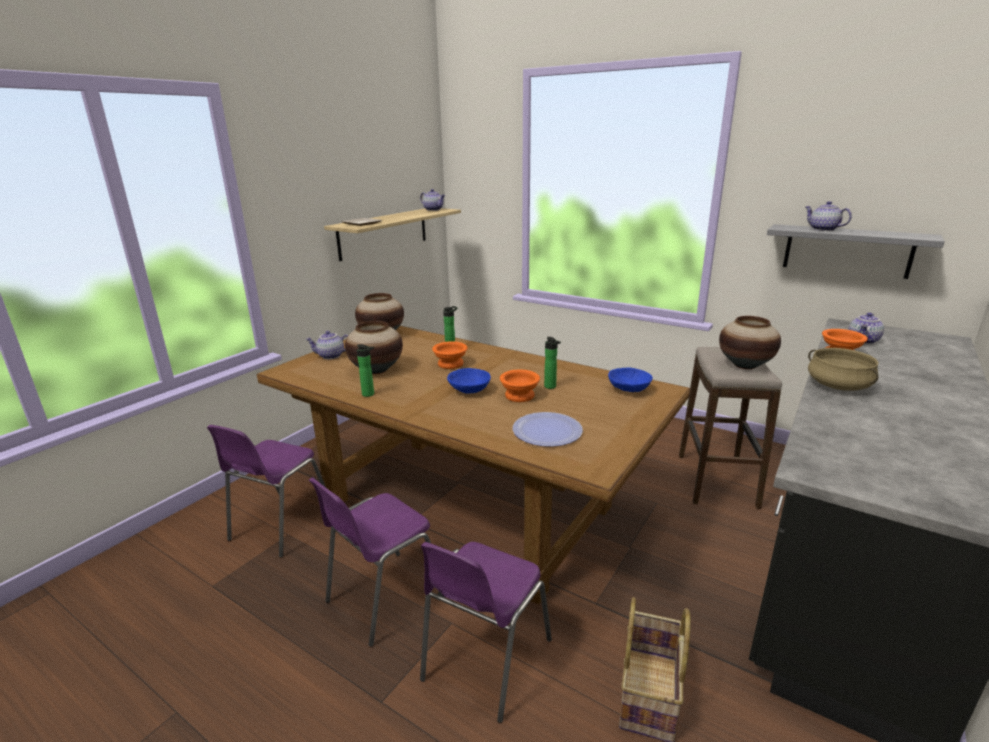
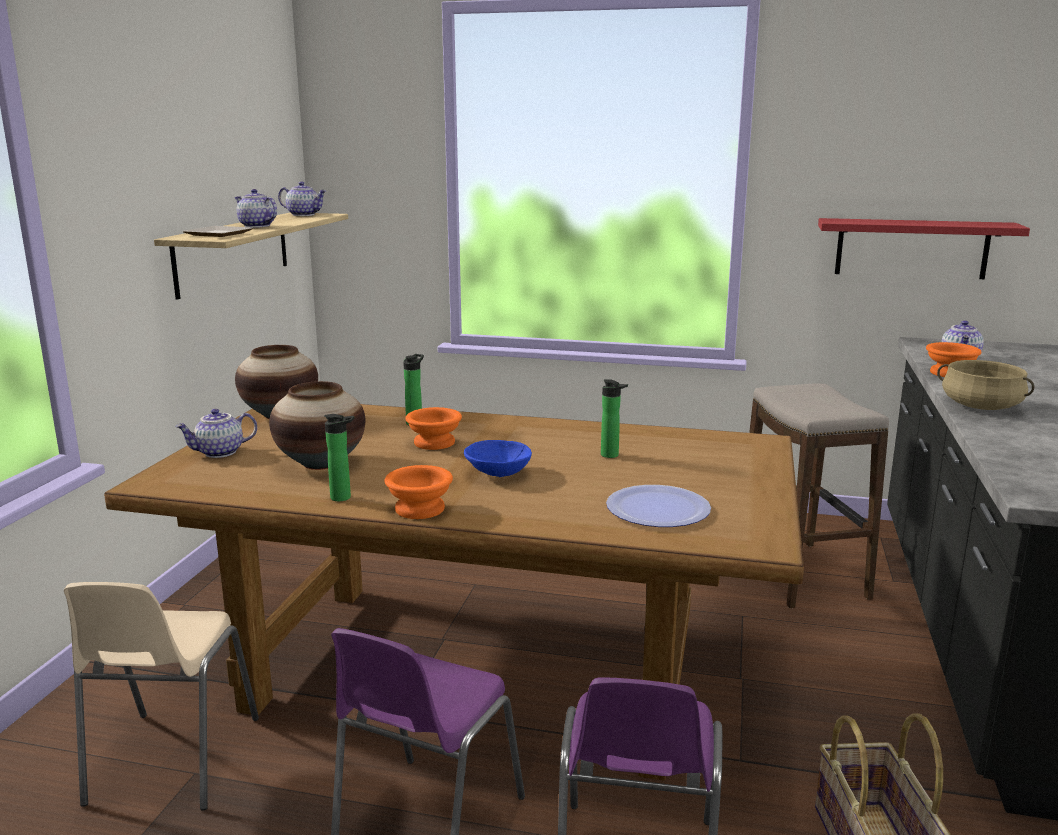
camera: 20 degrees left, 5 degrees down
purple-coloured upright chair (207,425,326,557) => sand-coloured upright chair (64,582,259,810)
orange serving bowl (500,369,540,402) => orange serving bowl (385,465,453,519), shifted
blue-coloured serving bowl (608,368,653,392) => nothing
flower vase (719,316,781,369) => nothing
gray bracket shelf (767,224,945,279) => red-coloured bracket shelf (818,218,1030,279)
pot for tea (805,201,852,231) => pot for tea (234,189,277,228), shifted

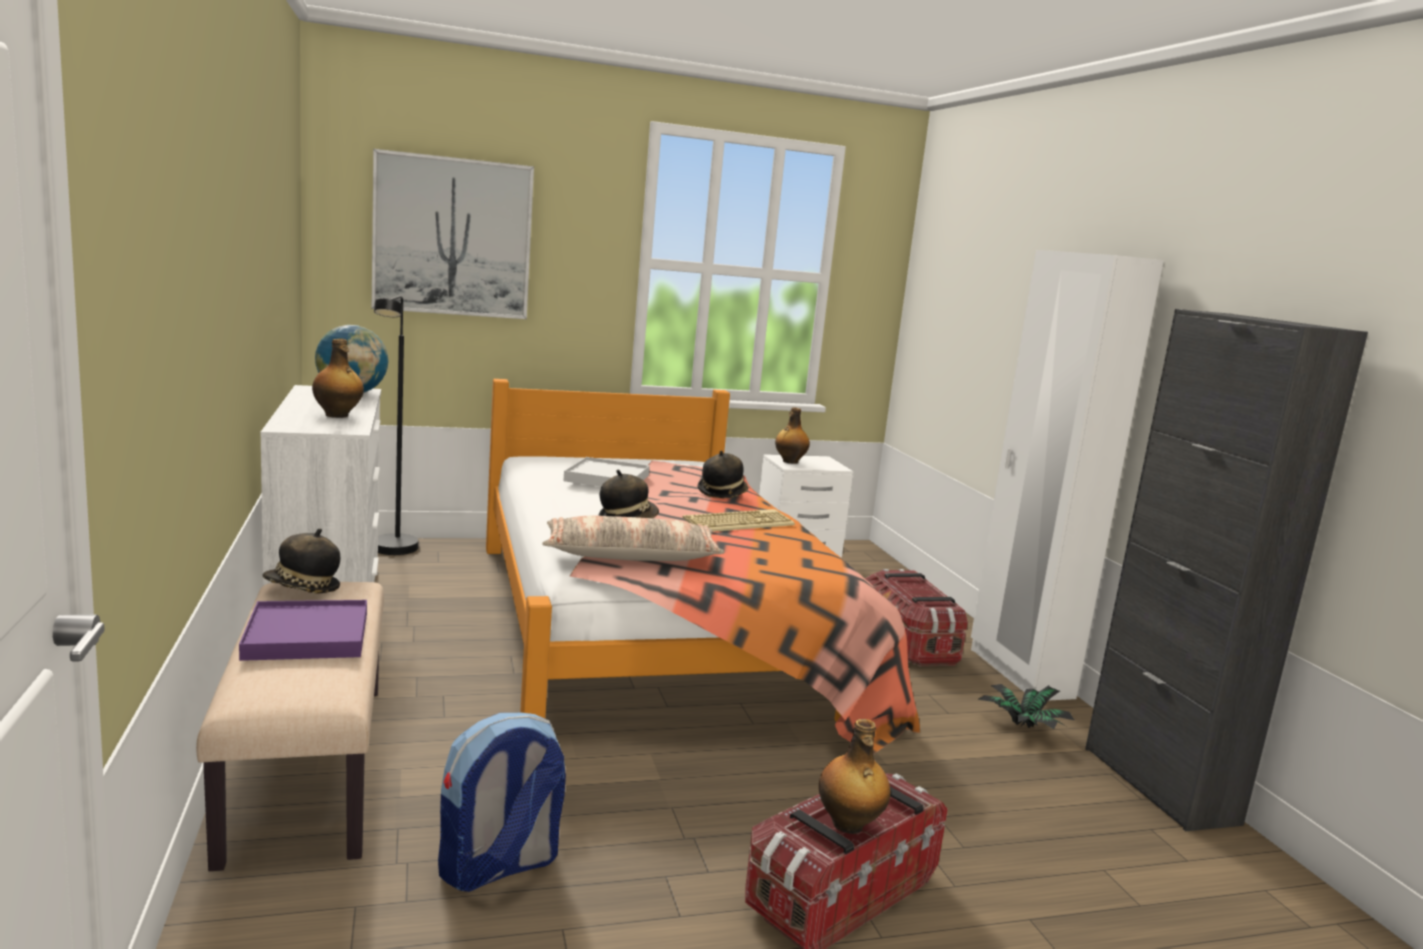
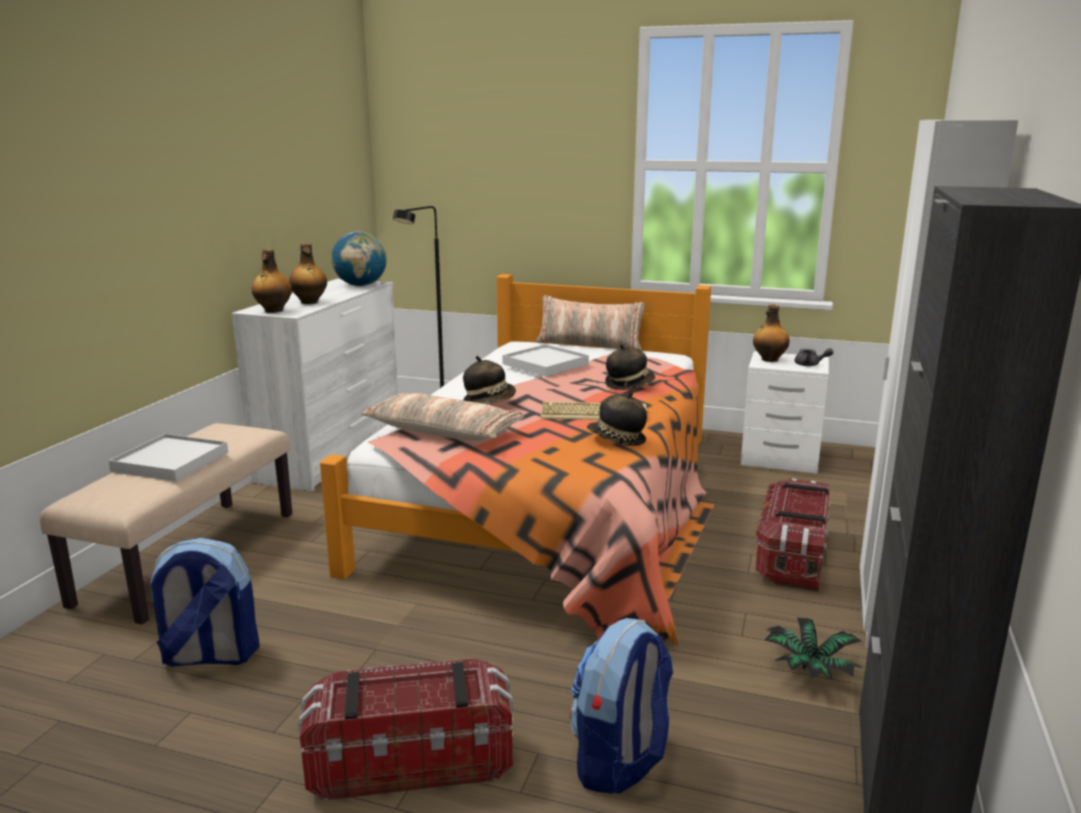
camera: 35 degrees right, 5 degrees up
purple-coloured tray (239,600,367,661) => white-coloured tray (108,434,228,482)
hat (262,528,340,594) => hat (587,392,647,446), shifted
picture (372,149,534,319) => nothing
beverage bottle (819,719,891,834) => beverage bottle (252,249,292,313), shifted
nothing => pillow (536,295,645,351)
nothing => knapsack (570,618,673,794)
nothing => gray pot for tea (795,348,833,366)

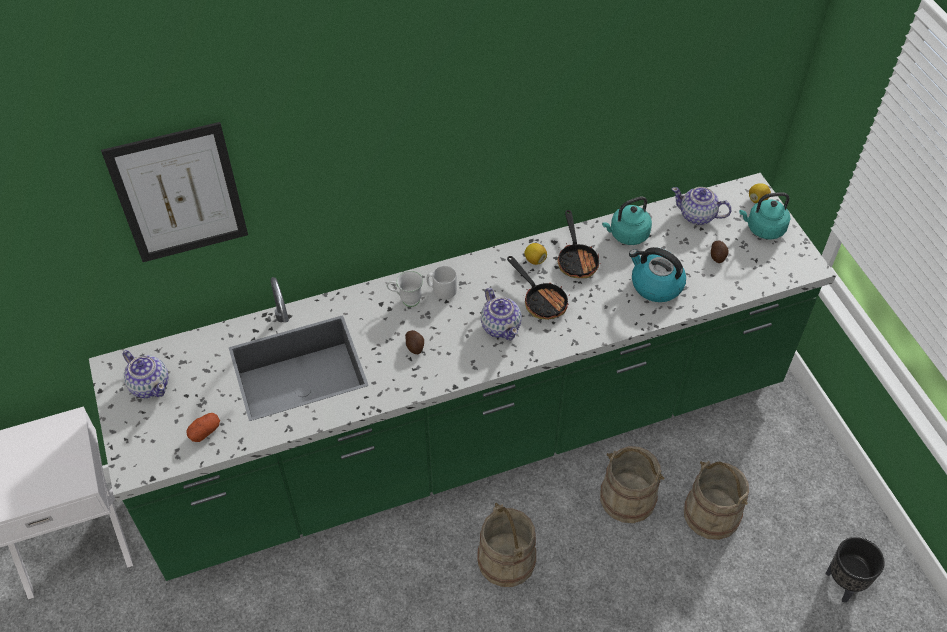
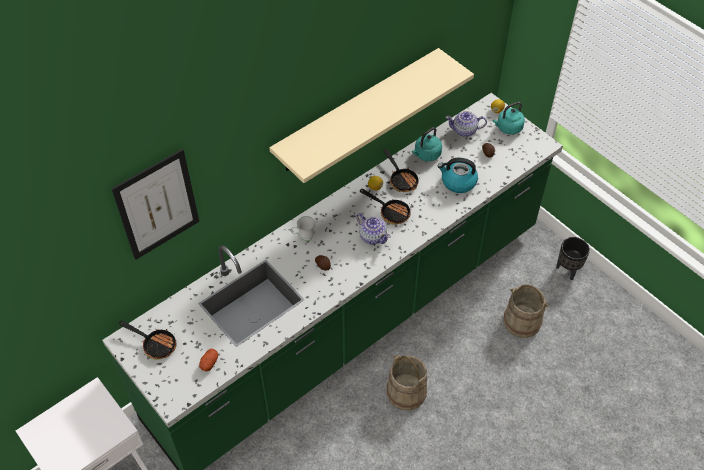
camera: 20 degrees left, 0 degrees up
pot for tea (122,350,169,398) => frying pan (119,321,176,360)
gray tea mug (427,266,457,299) => nothing
sand-coloured pail (600,446,665,523) => nothing
blackish plant pot (825,537,885,603) => blackish plant pot (556,237,590,280), shifted
nothing => sand-coloured bracket shelf (269,48,474,183)

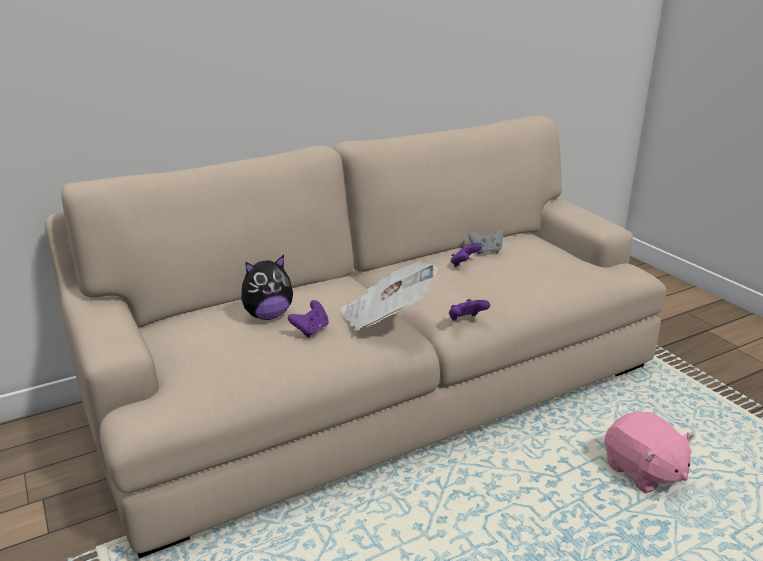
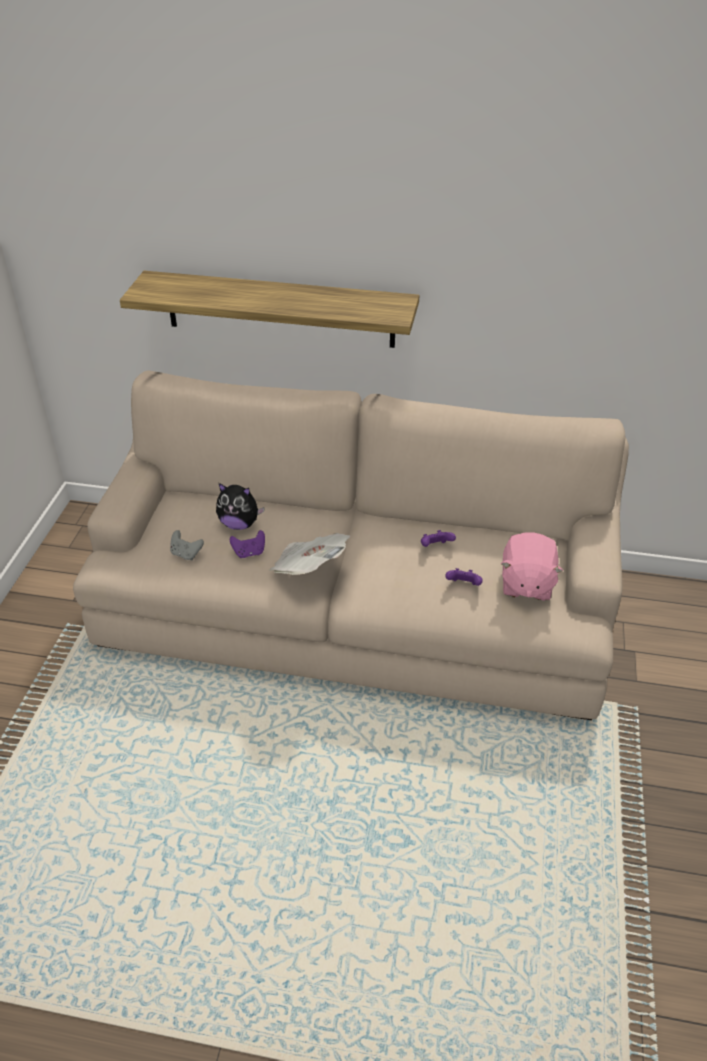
camera: 40 degrees right, 15 degrees up
purple-coloured gamepad (449,299,490,321) => purple-coloured gamepad (445,568,483,586), shifted
gray gamepad (468,230,503,254) => gray gamepad (170,530,204,560), shifted
pink soft toy (605,411,694,493) => pink soft toy (501,532,563,601), shifted
nothing => bracket shelf (120,271,419,348)

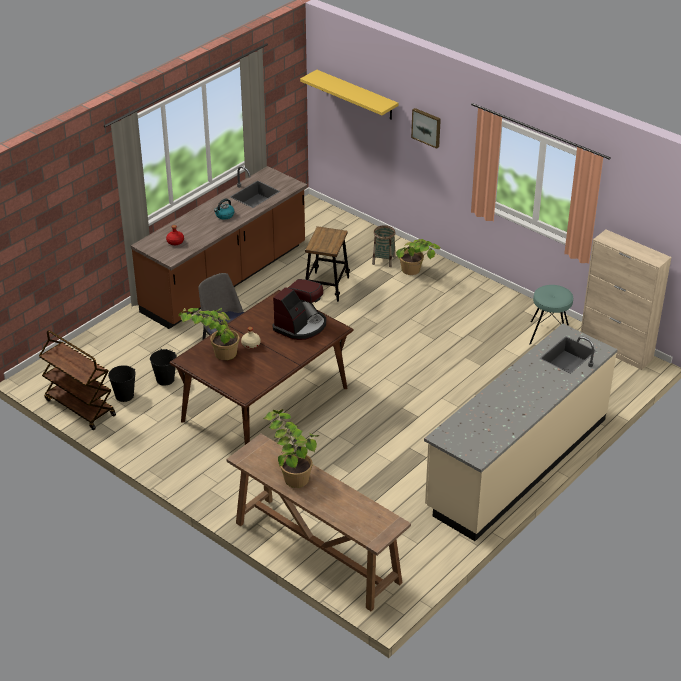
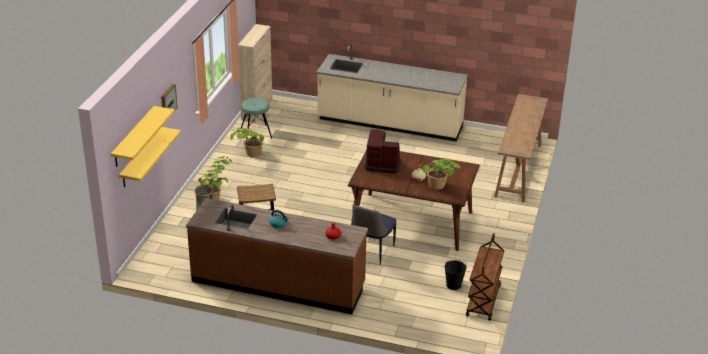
camera: 115 degrees left, 5 degrees down
blackish pail (150,348,177,386) => nothing
plant in a pot (263,409,319,488) => plant in a pot (230,127,264,157), shifted
nothing => yellow-coloured bracket shelf (119,127,181,188)

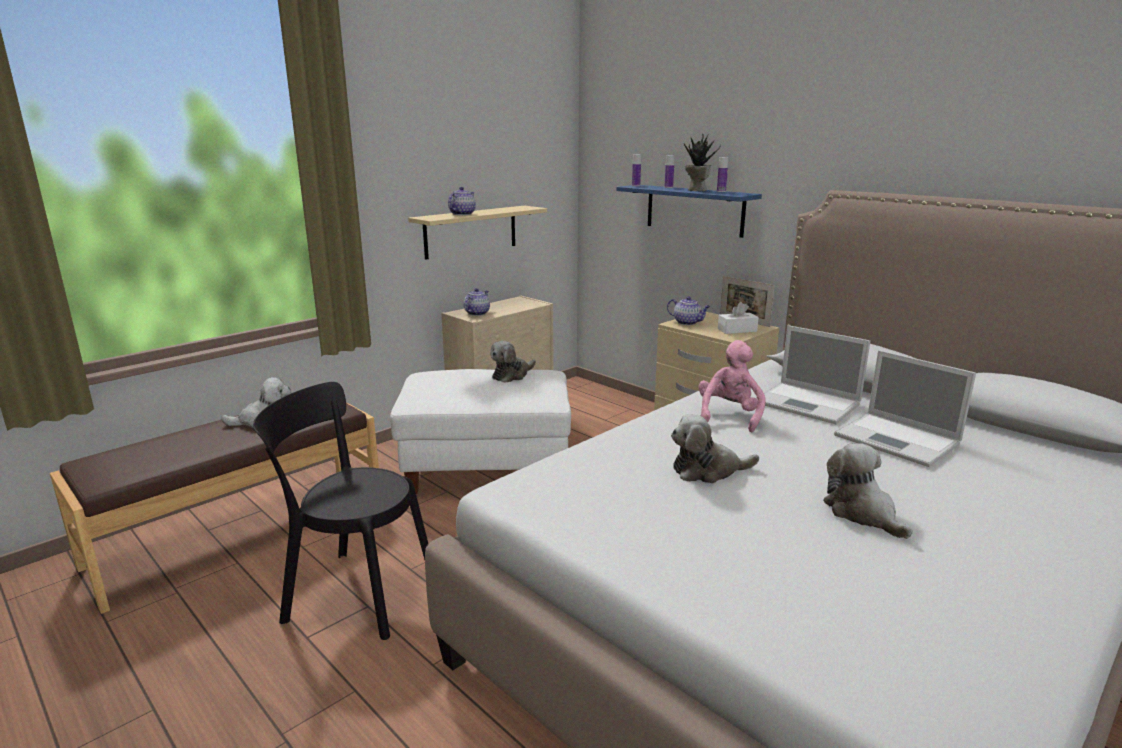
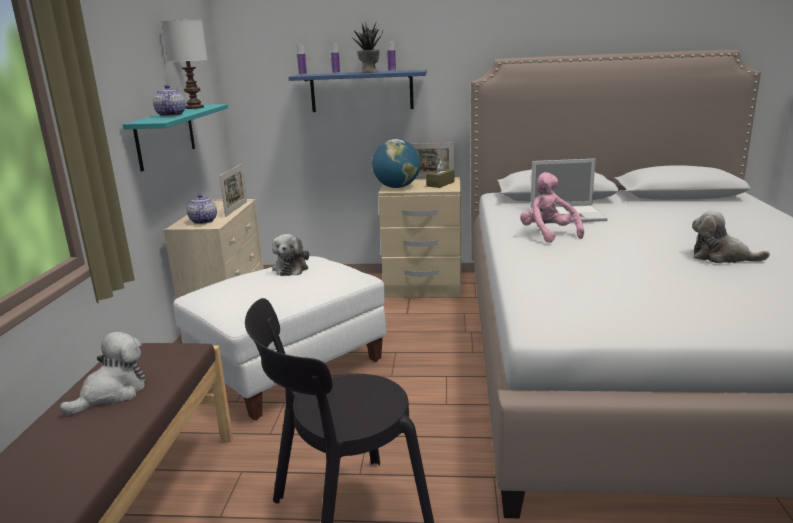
camera: 40 degrees left, 0 degrees up
sand-coloured bracket shelf (408,206,547,260) => turquoise bracket shelf (123,104,228,172)
pot for tea (667,296,710,325) => globe (372,139,420,188)
soft toy (671,414,759,483) => nothing
white-coloured tissue box (718,302,759,334) => brownish tissue box (426,160,454,188)
portable computer (834,350,976,467) => nothing
nothing => white-coloured tabletop lamp (161,20,207,109)
nothing => standing frame (219,164,247,217)

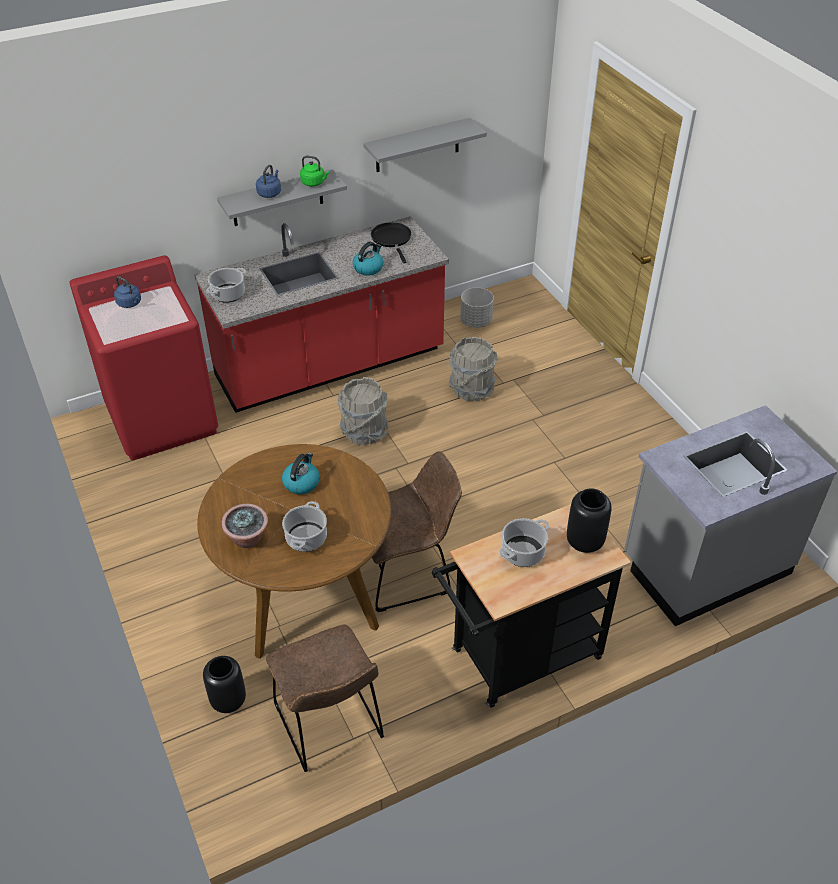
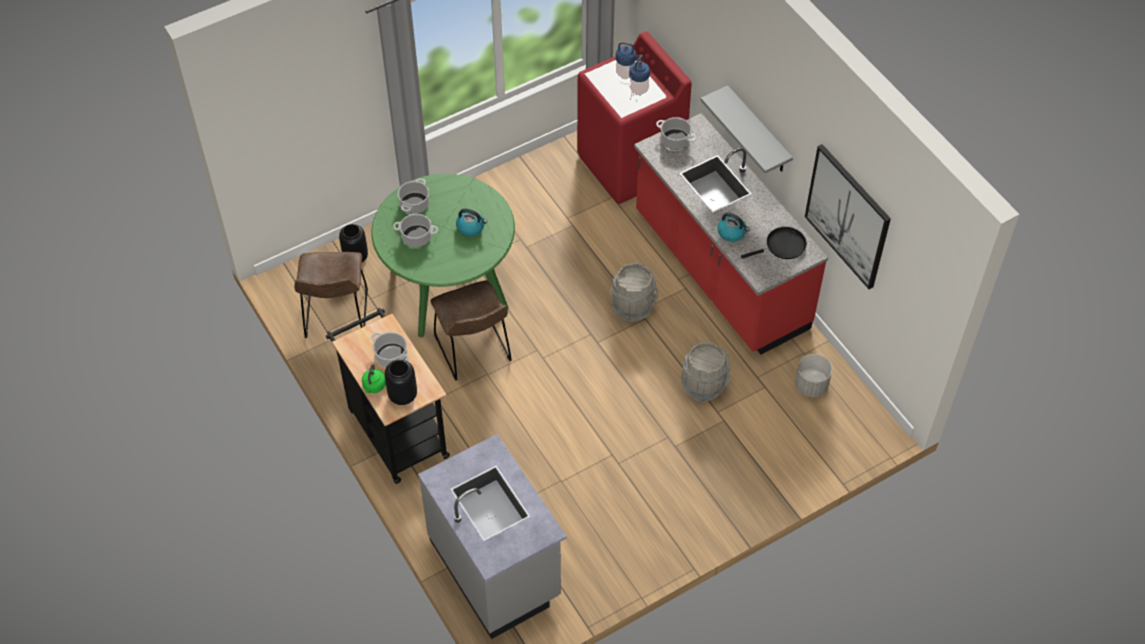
camera: 85 degrees right, 10 degrees up
brownish kitchen table (197,444,392,659) => greenish kitchen table (371,174,515,338)
plant in a pot (221,504,268,548) => stockpot (397,179,429,214)
blue-coloured tea kettle (256,165,281,198) => blue-coloured tea kettle (616,42,642,66), shifted
brownish upright chair (266,624,384,772) => brownish upright chair (294,252,368,338), 60 degrees counterclockwise
greenish tea kettle (300,156,330,187) => greenish tea kettle (362,364,386,393), shifted
gray bracket shelf (363,118,487,172) => picture (805,144,891,289)

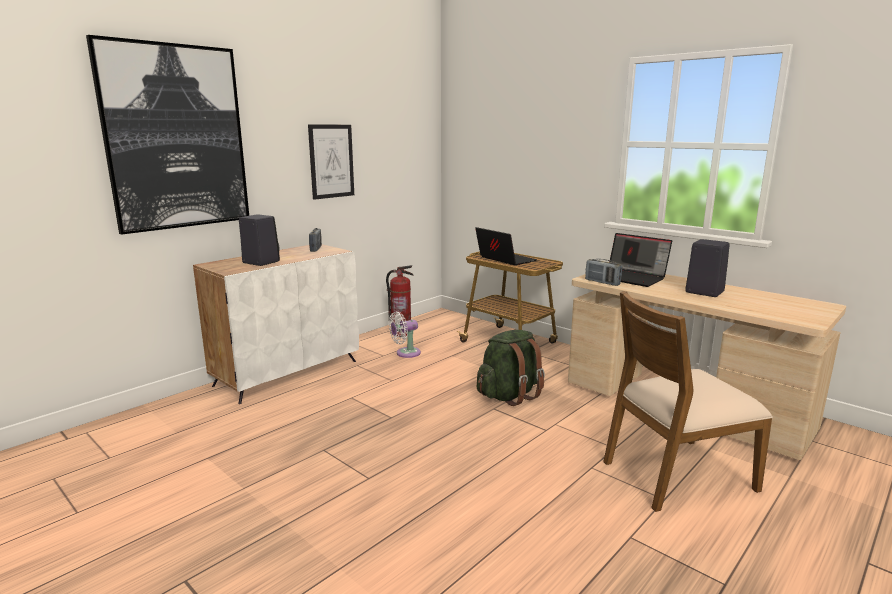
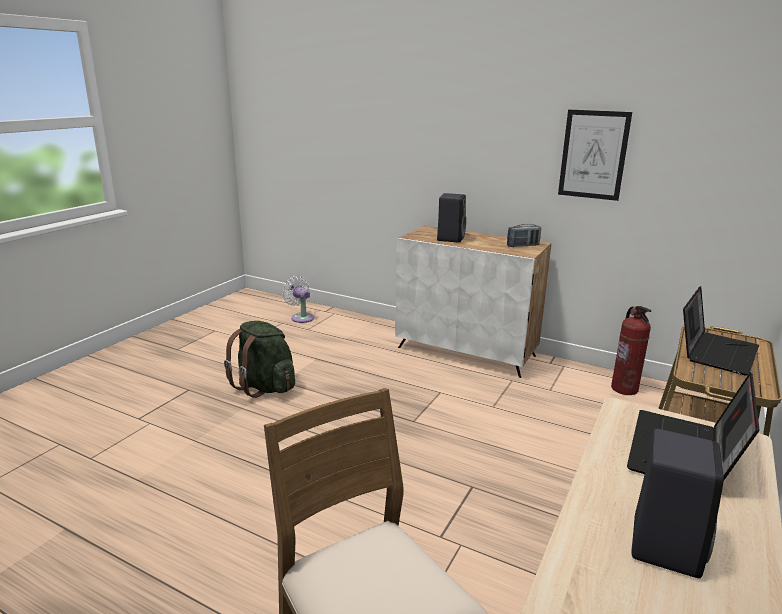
camera: 75 degrees right, 5 degrees up
picture (86,35,249,235) => nothing
white-coloured cooling fan (389,312,421,358) => white-coloured cooling fan (282,276,314,323), shifted
greenish knapsack (477,330,545,406) => greenish knapsack (224,321,295,398), shifted
radio set (585,259,622,286) => nothing

